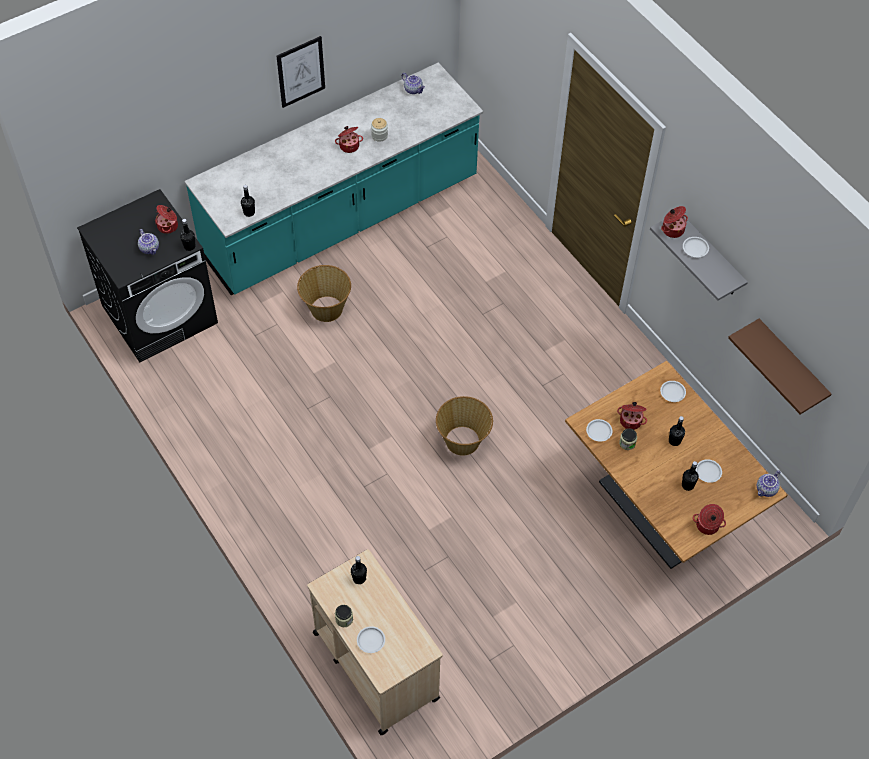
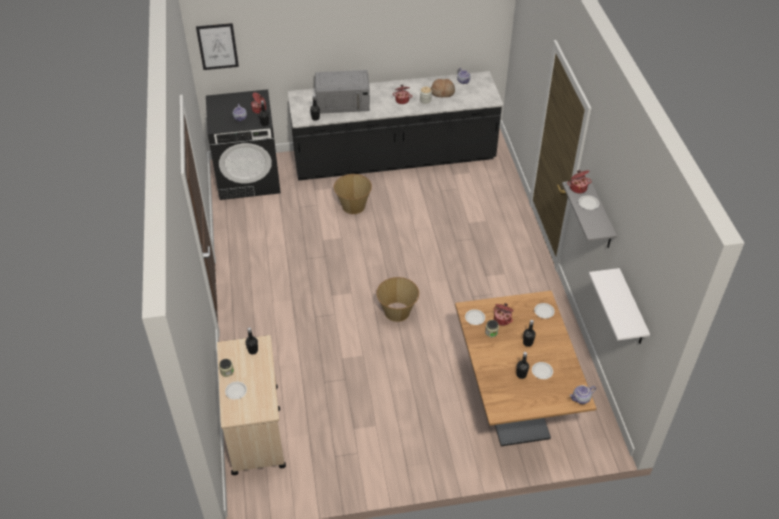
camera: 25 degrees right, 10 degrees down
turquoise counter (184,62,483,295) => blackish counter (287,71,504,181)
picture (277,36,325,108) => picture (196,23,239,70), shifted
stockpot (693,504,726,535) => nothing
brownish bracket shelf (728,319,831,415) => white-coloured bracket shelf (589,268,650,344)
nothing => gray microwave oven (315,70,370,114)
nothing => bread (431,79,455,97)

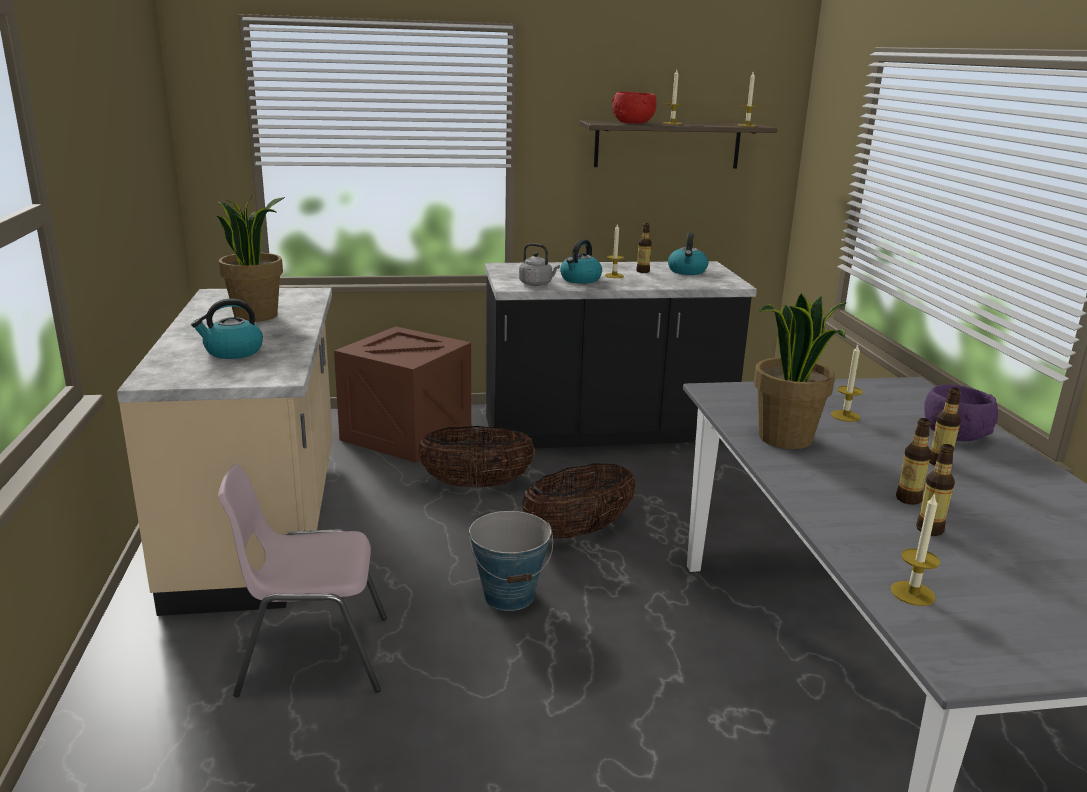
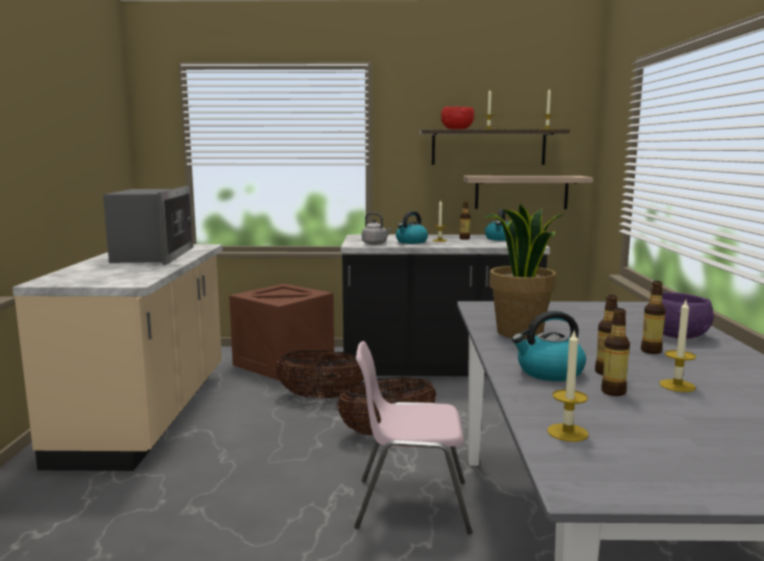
camera: 10 degrees right, 10 degrees down
tea kettle (191,299,263,359) => tea kettle (512,311,586,381), shifted
plant in a pot (217,195,285,322) => microwave oven (103,186,193,265)
pink upright chair (218,464,387,697) => pink upright chair (354,341,472,534), shifted
pail (469,511,553,611) => nothing
candle (831,345,863,422) => candle (659,300,696,392), shifted
nothing => bracket shelf (463,176,593,209)

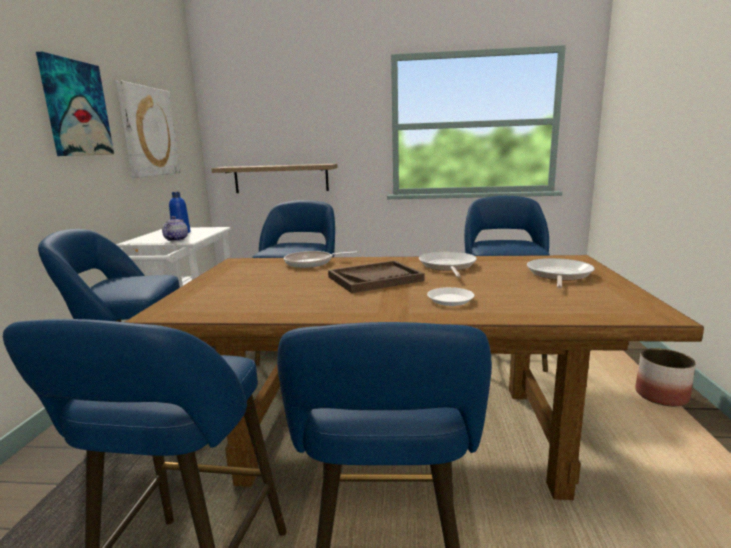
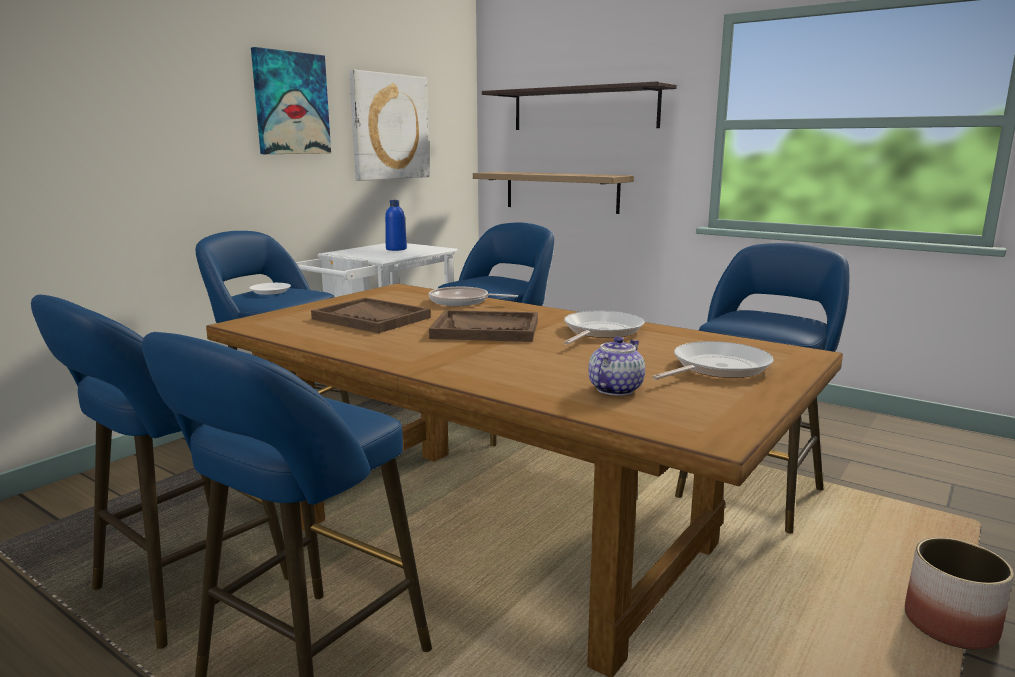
camera: 30 degrees right, 0 degrees up
pot for tea (162,216,188,241) => pot for tea (588,336,645,396), shifted
white-coloured dinner plate (427,287,474,306) => white-coloured dinner plate (250,283,291,295), shifted
nothing => brownish tray (311,298,431,333)
nothing => bracket shelf (482,82,677,130)

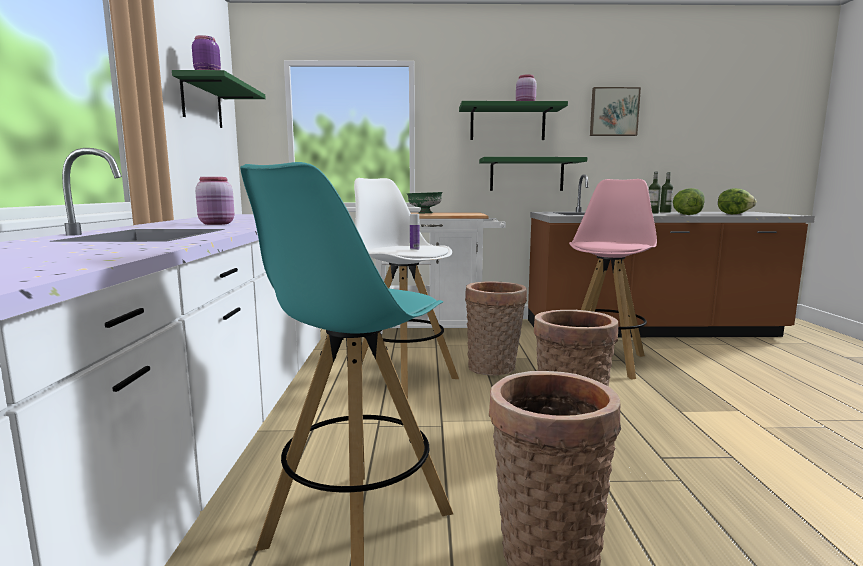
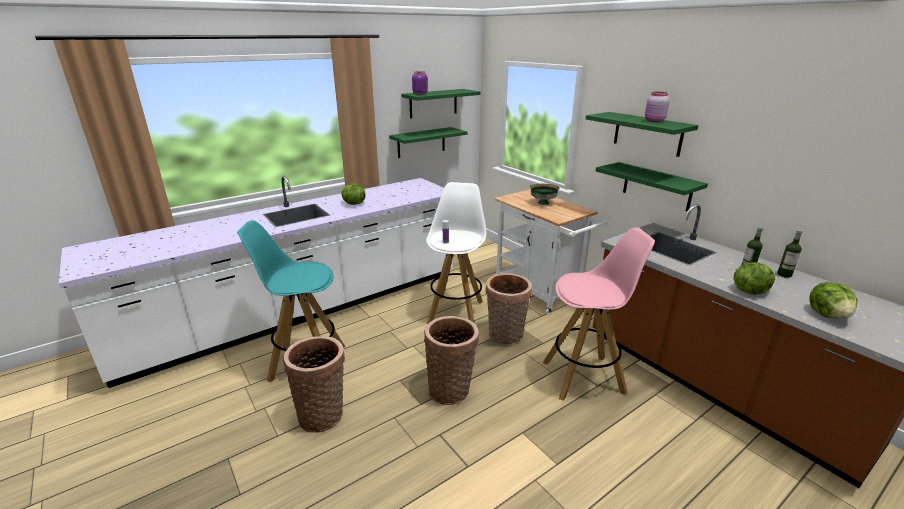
camera: 55 degrees right, 15 degrees up
pink jar (195,177,235,225) => head of lettuce (341,183,366,205)
picture (590,87,641,136) => nothing
nothing => greenish bracket shelf (389,127,467,158)

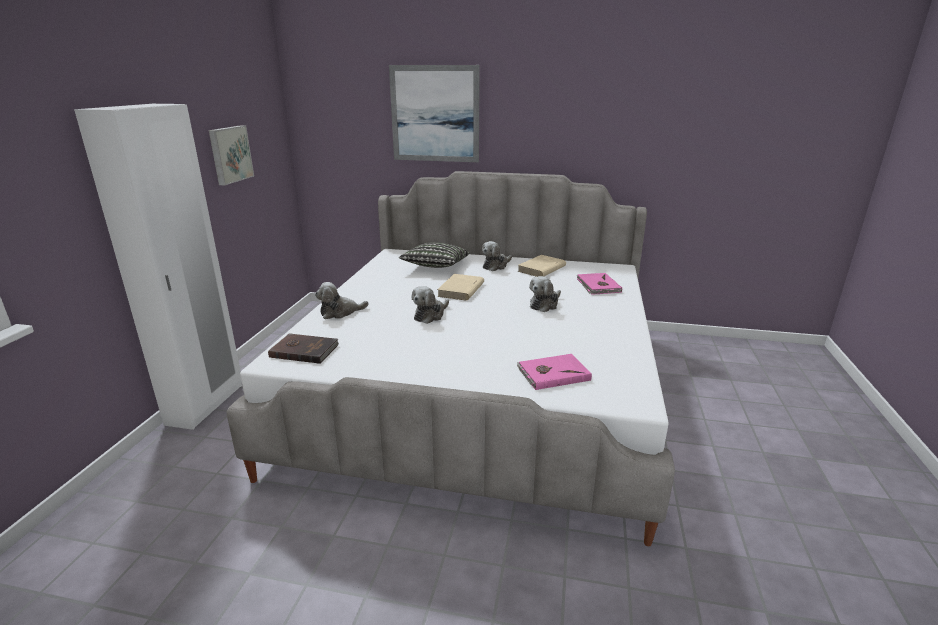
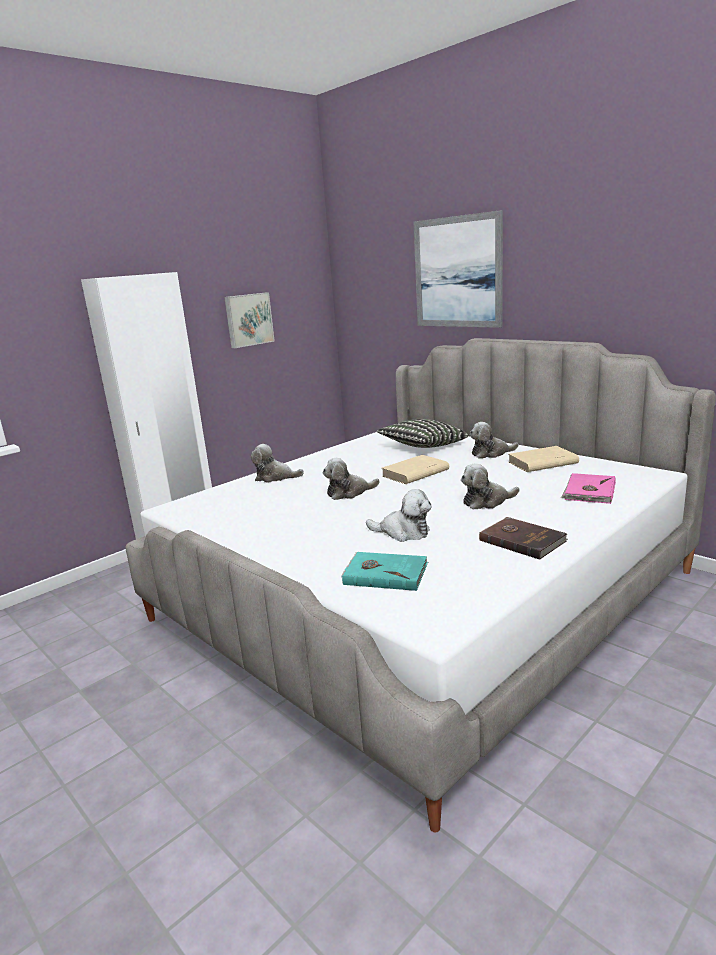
camera: 35 degrees right, 5 degrees down
brownish volume (268,333,339,364) => brownish volume (479,517,568,560), shifted
pink volume (517,354,592,390) => turquoise volume (341,552,428,591)
nothing => soft toy (366,489,431,542)

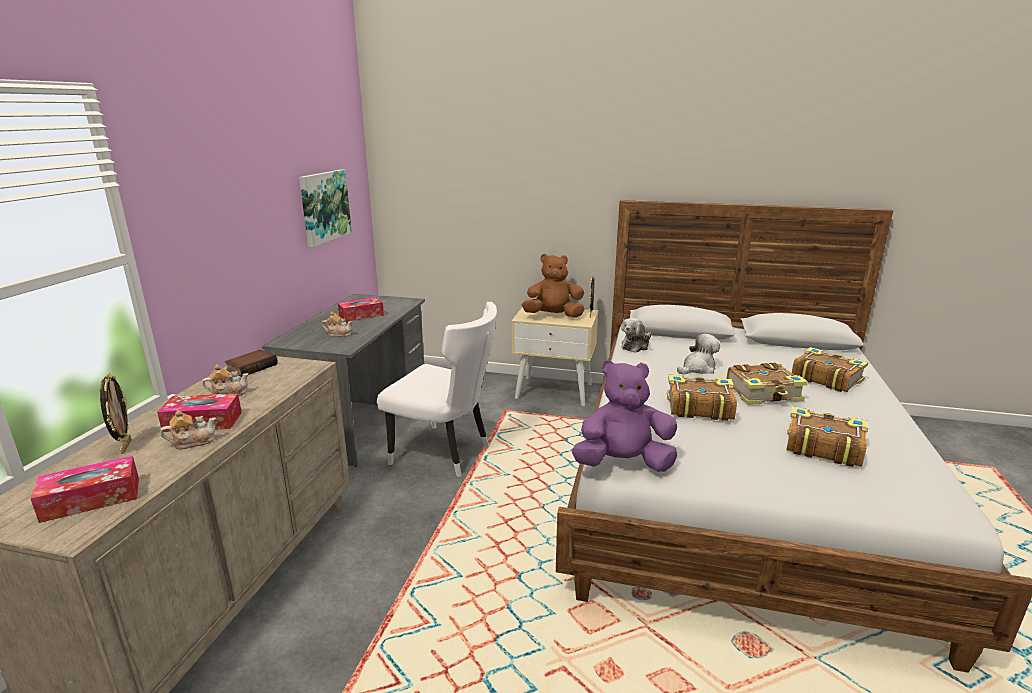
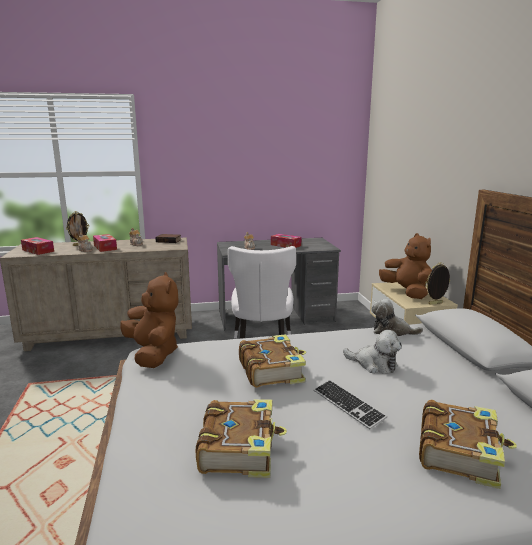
camera: 65 degrees right, 5 degrees down
picture (299,169,352,247) => nothing
purple-coloured soft toy (572,360,677,472) => brownish soft toy (120,272,179,368)
volume (727,363,808,405) => keyboard (314,380,387,429)

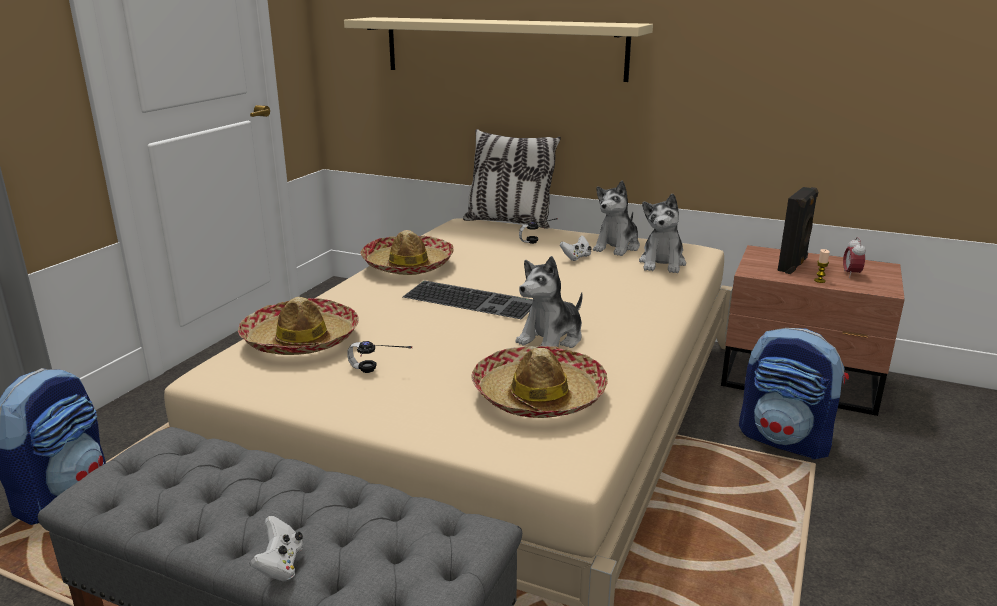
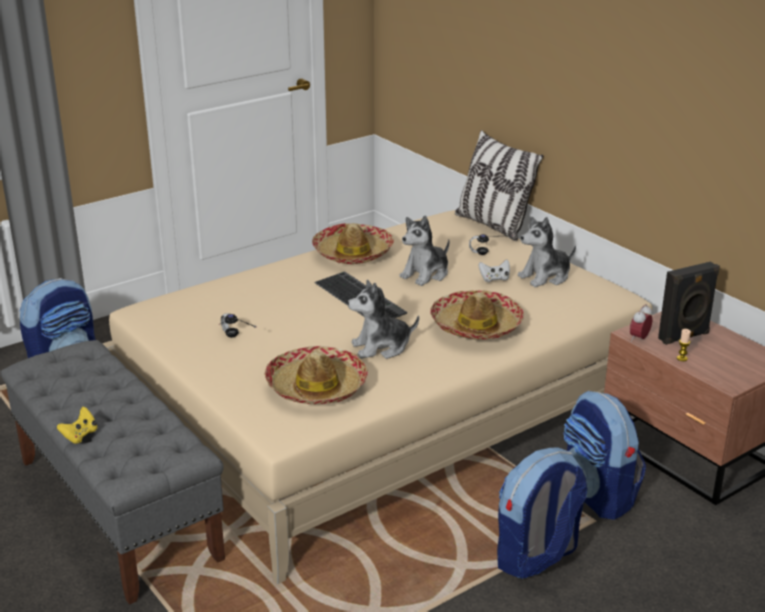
camera: 30 degrees right, 5 degrees up
hat (238,297,359,355) => hat (430,290,524,340), shifted
white-coloured gamepad (250,516,303,581) => yellow-coloured gamepad (57,407,97,444)
sand-coloured bracket shelf (344,17,653,82) => nothing
soft toy (639,194,686,273) => soft toy (399,215,449,286), shifted
alarm clock (843,237,866,278) => alarm clock (630,304,652,341), shifted
nothing => knapsack (497,447,587,579)

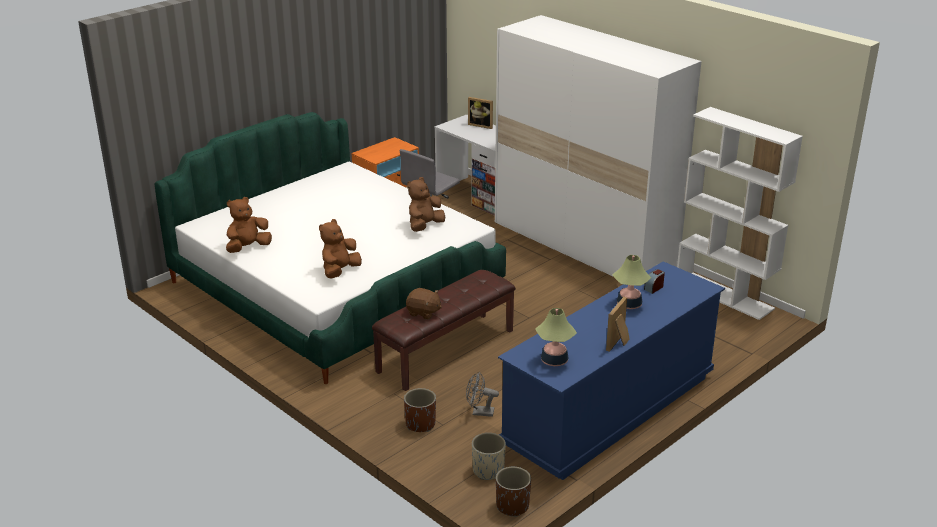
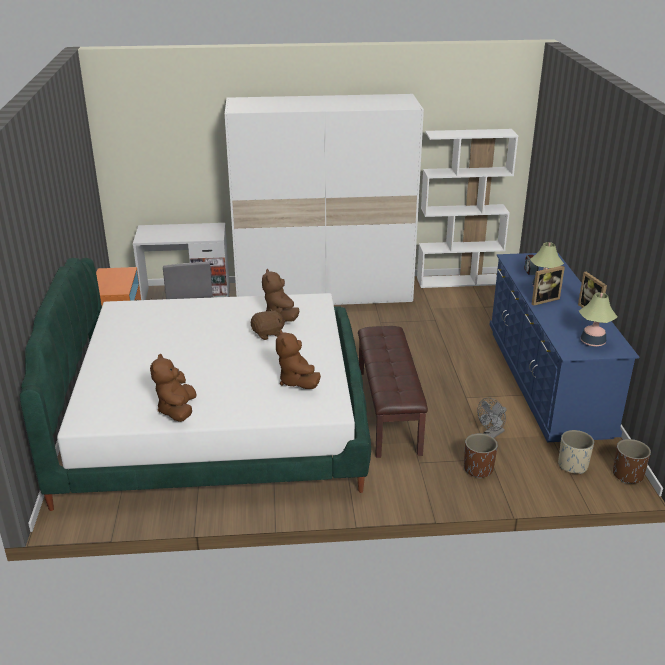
camera: 50 degrees left, 0 degrees up
brownish soft toy (406,288,442,320) => brownish soft toy (251,309,285,340), shifted
standing frame (468,97,493,129) => standing frame (532,266,565,306), shifted

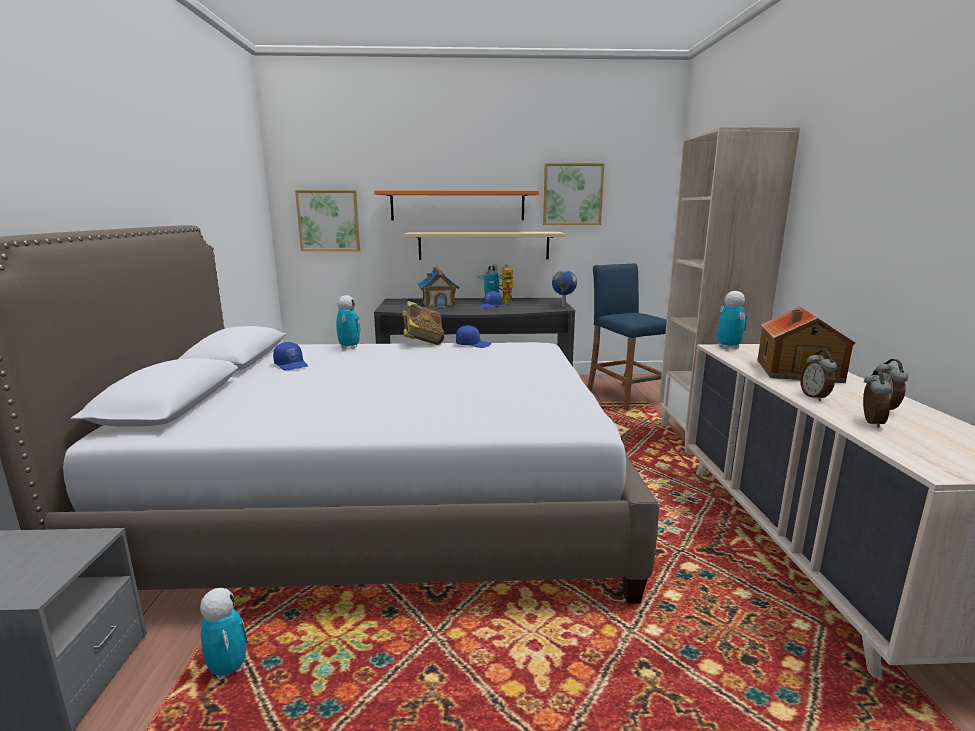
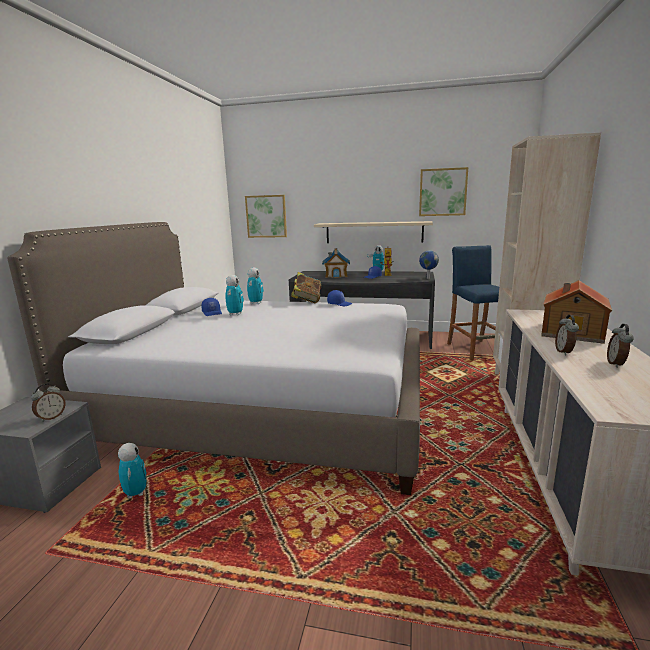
camera: 15 degrees right, 0 degrees up
orange bracket shelf (374,190,539,220) => nothing
model robot (718,291,748,349) => model robot (225,275,244,315), shifted
alarm clock (863,370,892,428) => alarm clock (31,383,66,422), shifted

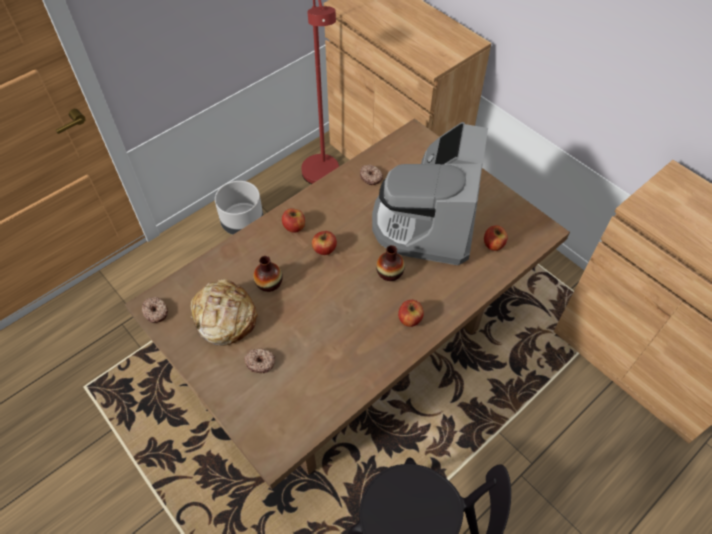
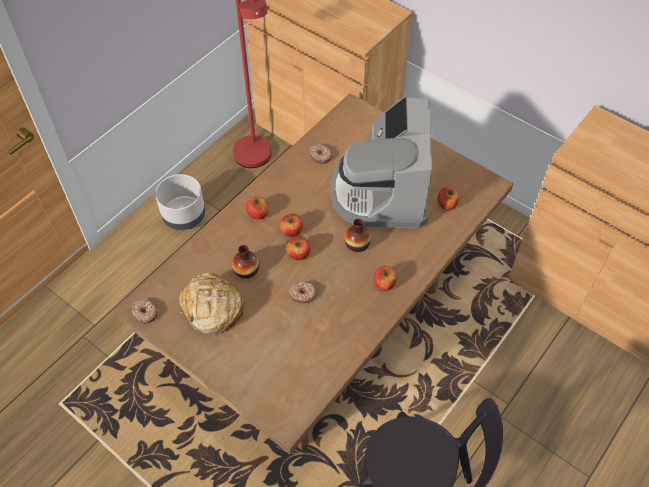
camera: 10 degrees left, 0 degrees up
ring doughnut (244,349,275,373) => ring doughnut (288,282,316,303), shifted
nothing => apple fruit (287,237,311,260)

